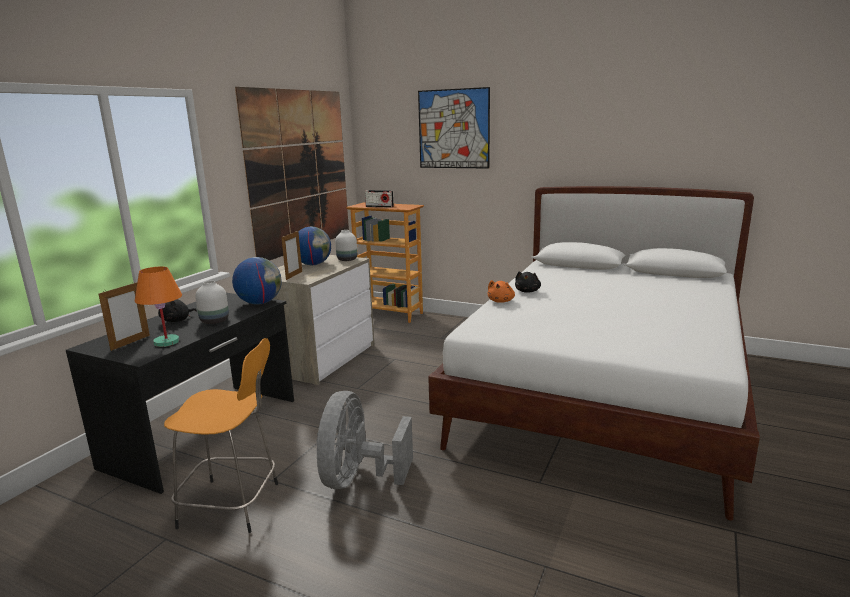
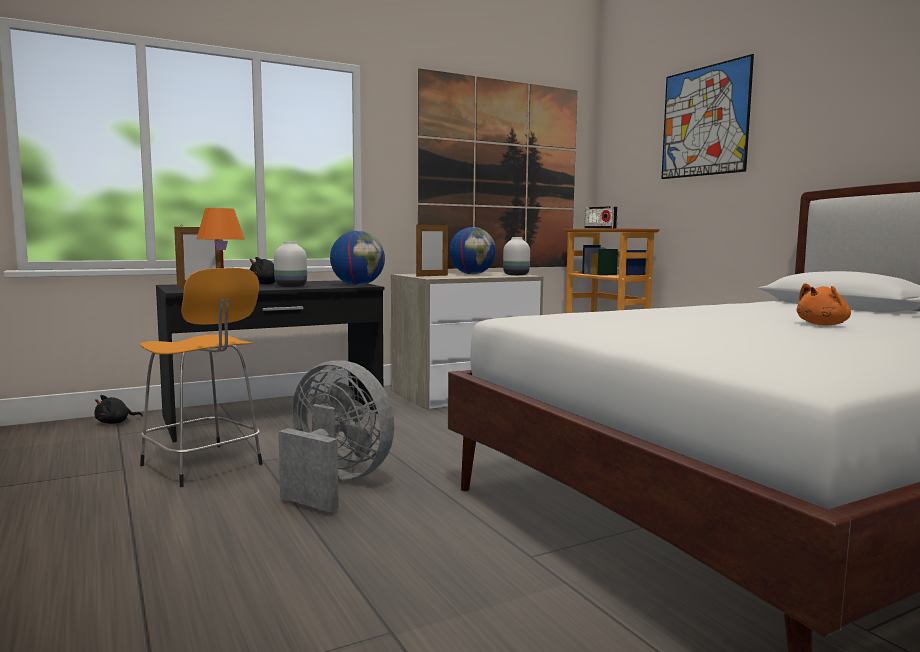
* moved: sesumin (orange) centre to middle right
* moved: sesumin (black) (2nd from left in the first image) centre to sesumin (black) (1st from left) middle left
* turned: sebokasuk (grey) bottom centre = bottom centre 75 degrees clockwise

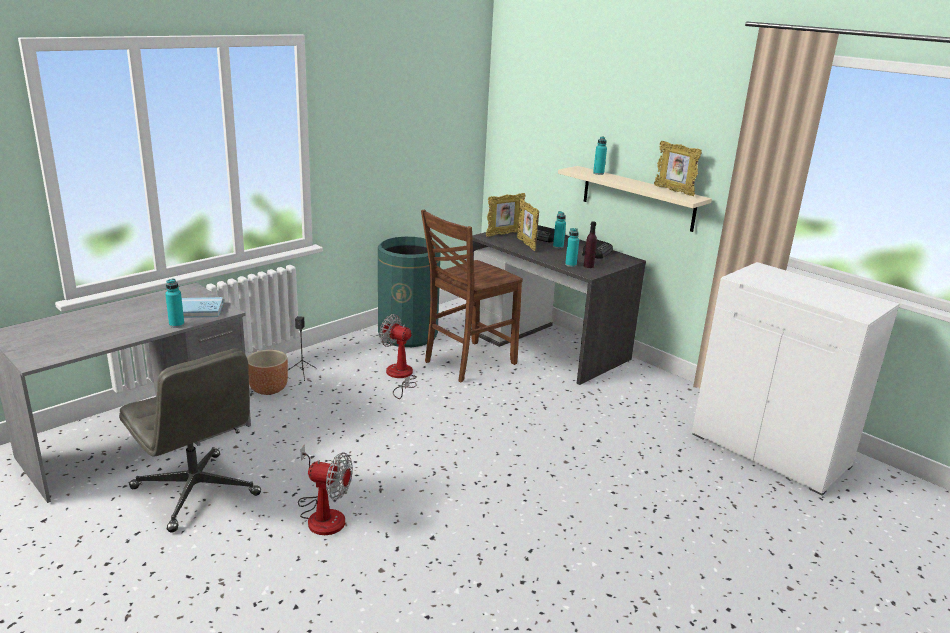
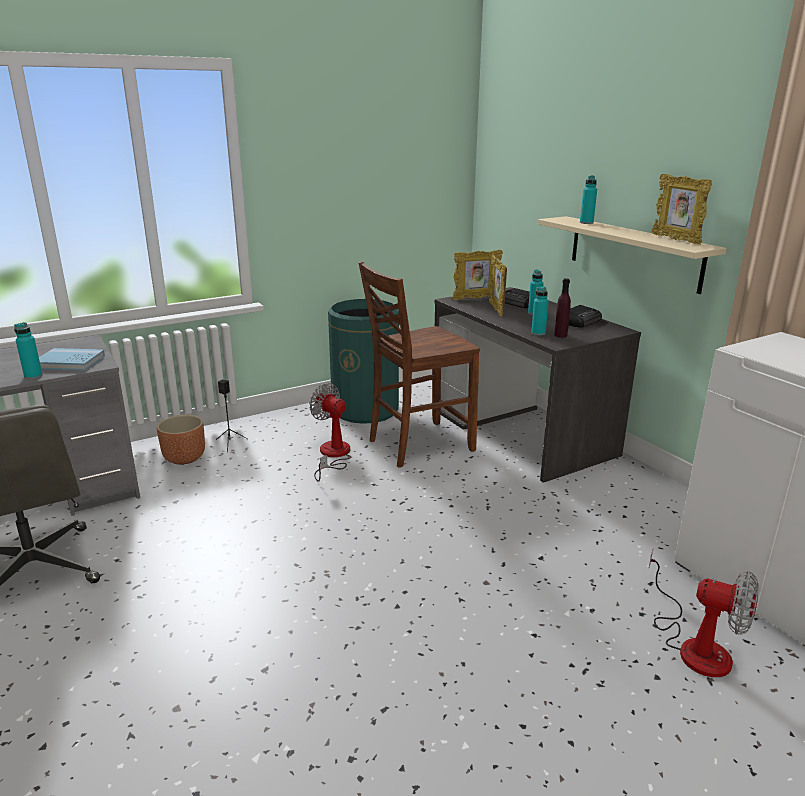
* moved: sebokasuk (1st from left in the first image) bottom centre to sebokasuk (2nd from left) bottom right

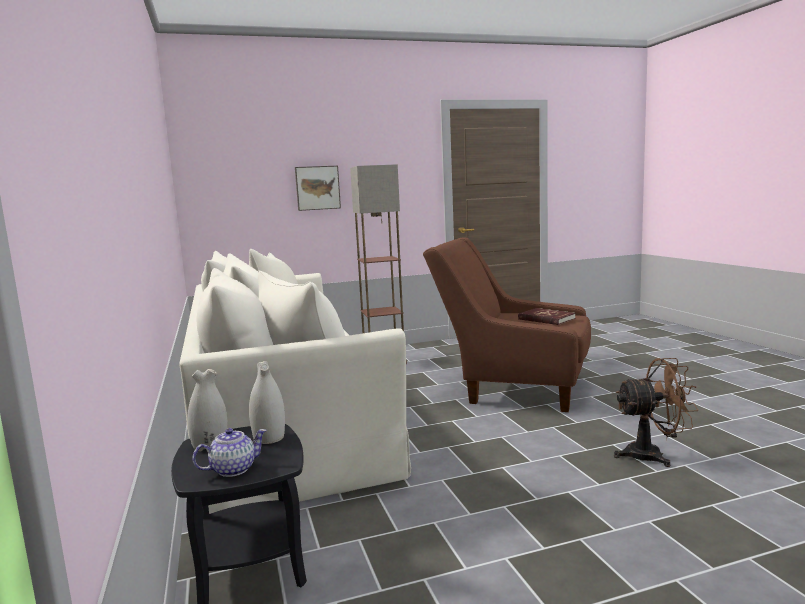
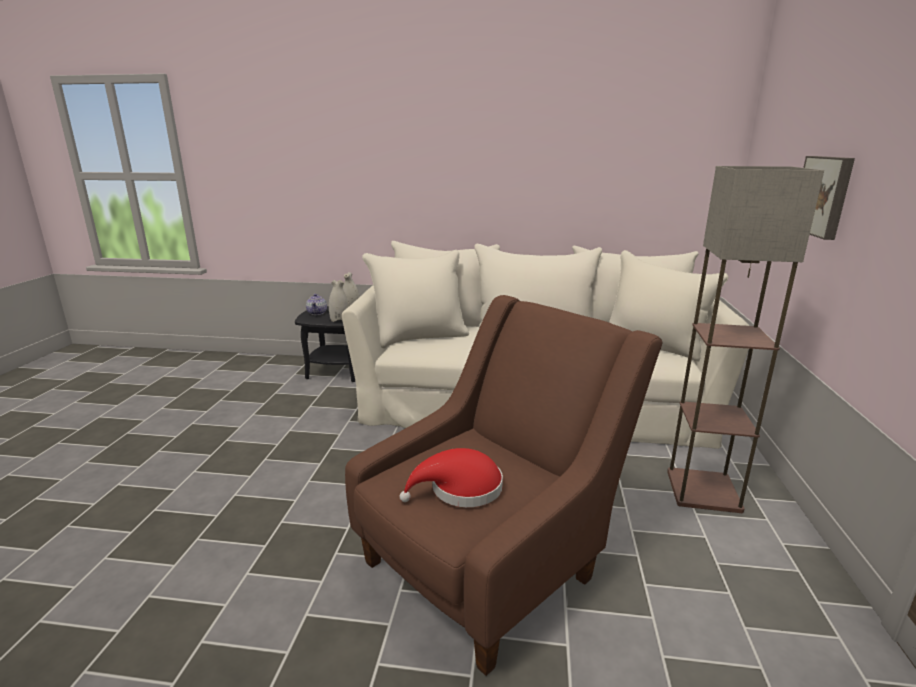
* removed: sebokasuk (brown) bottom right
* replaced: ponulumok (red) middle right to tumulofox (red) bottom centre

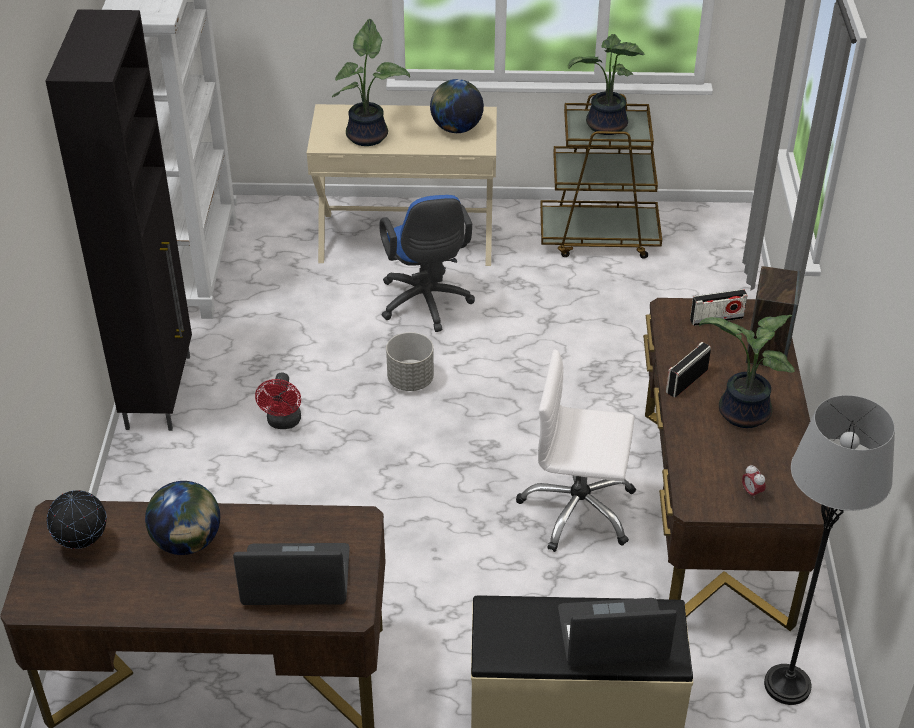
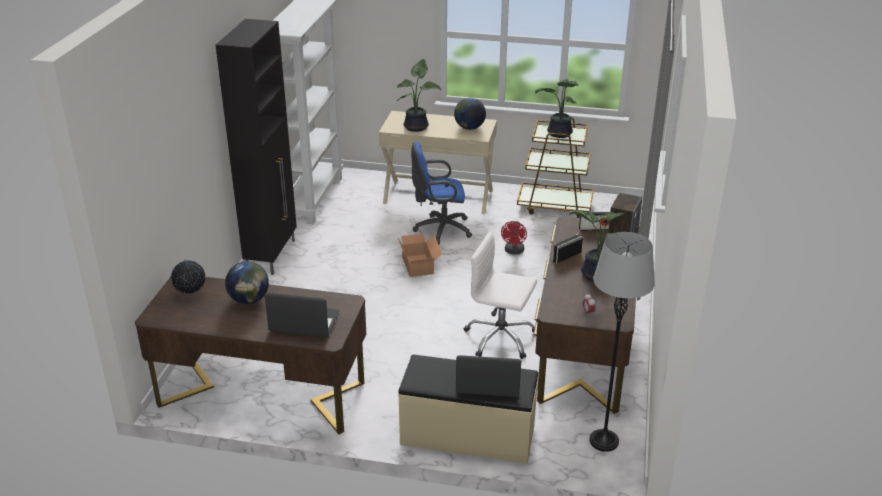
* moved: sebokasuk (red) middle left to centre
* replaced: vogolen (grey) centre to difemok centre
* turned: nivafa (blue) centre = centre 90 degrees clockwise

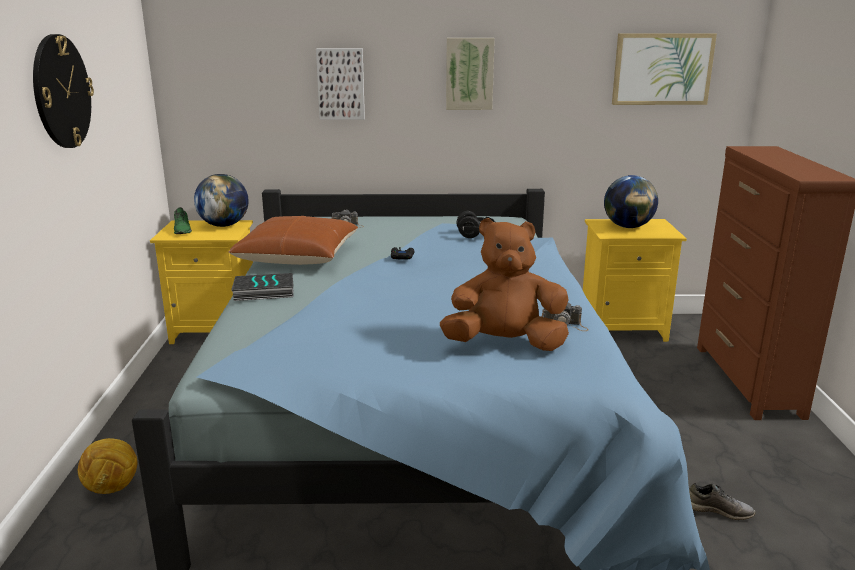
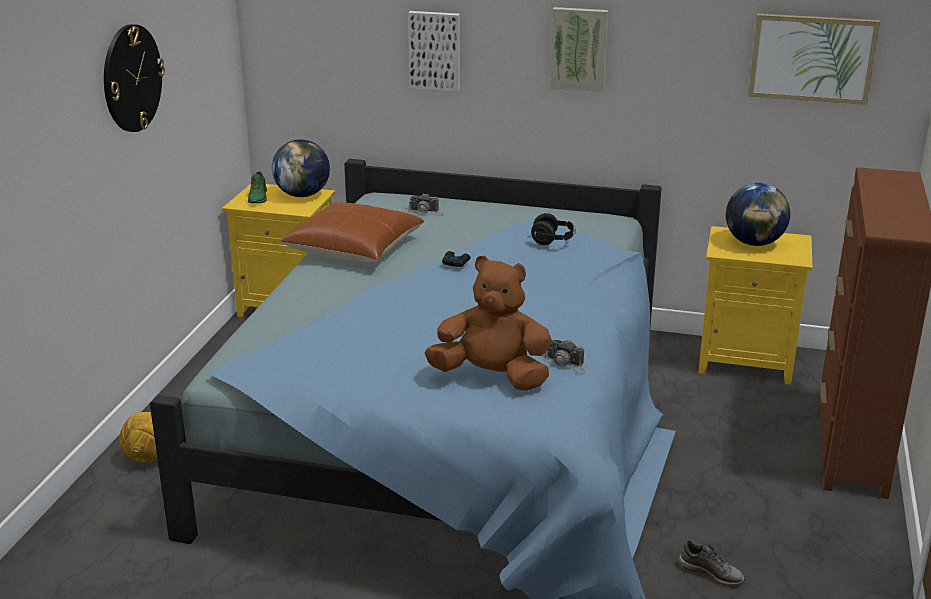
* removed: ponulumok middle left

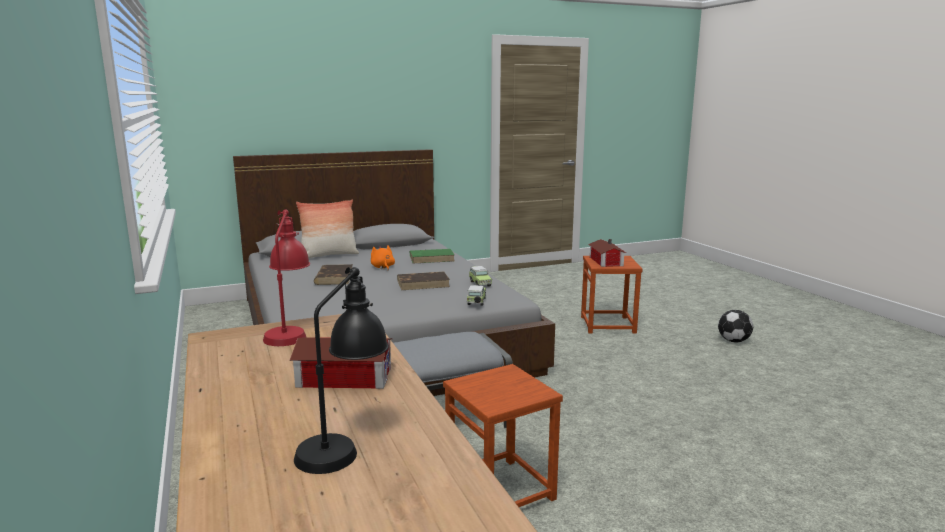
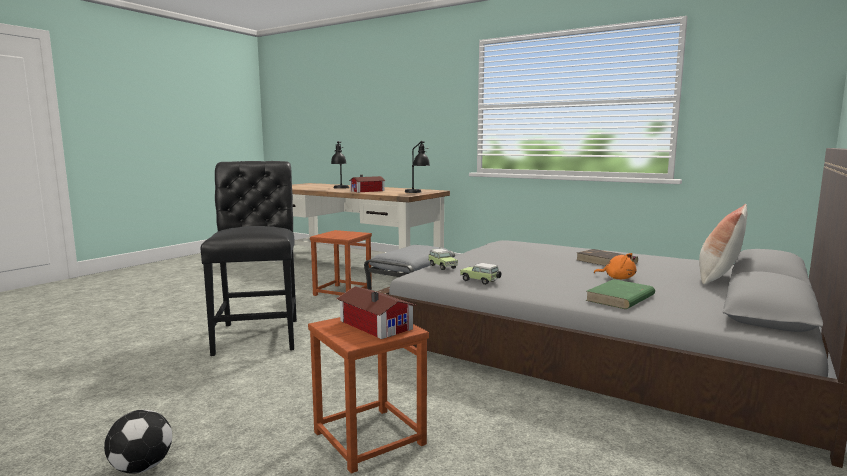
* removed: ponulumok (brown) (2nd from left) centre
* added: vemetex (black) middle left
* recoloured: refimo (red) middle left to refimo (black) (2nd from left) centre

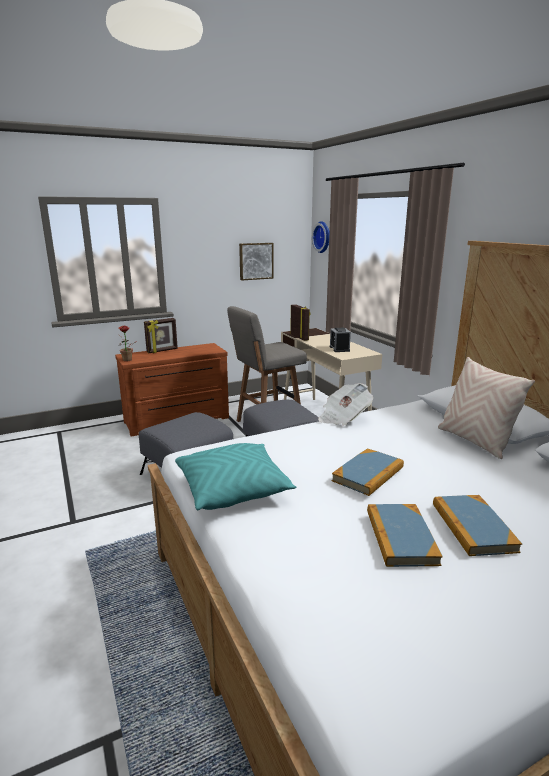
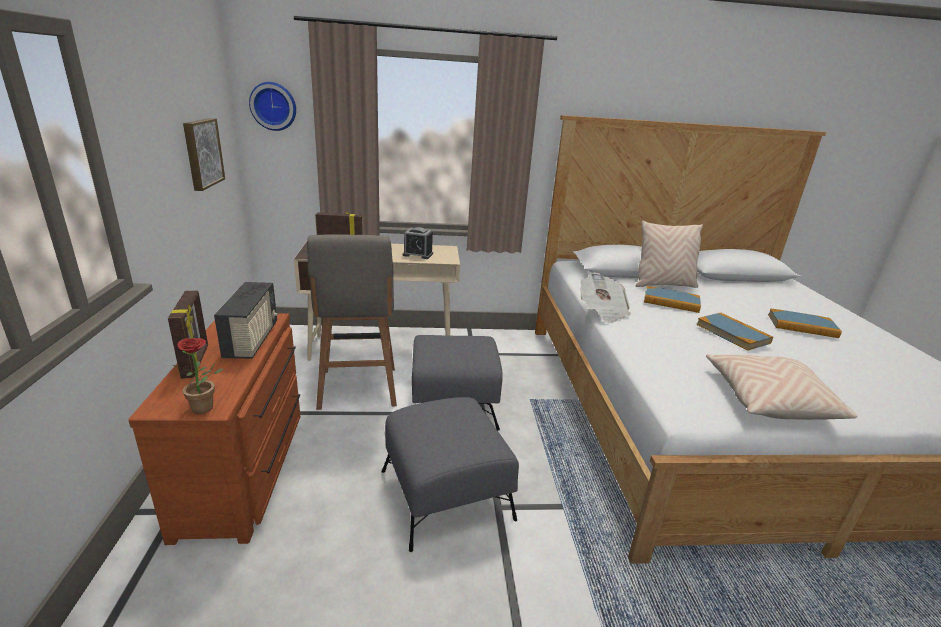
* added: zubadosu middle left
* moved: ponulumok (2nd from left in the first image) bottom right to ponulumok (1st from left) middle right
* recoloured: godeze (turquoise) centre to godeze (beige) (2nd from left) middle right

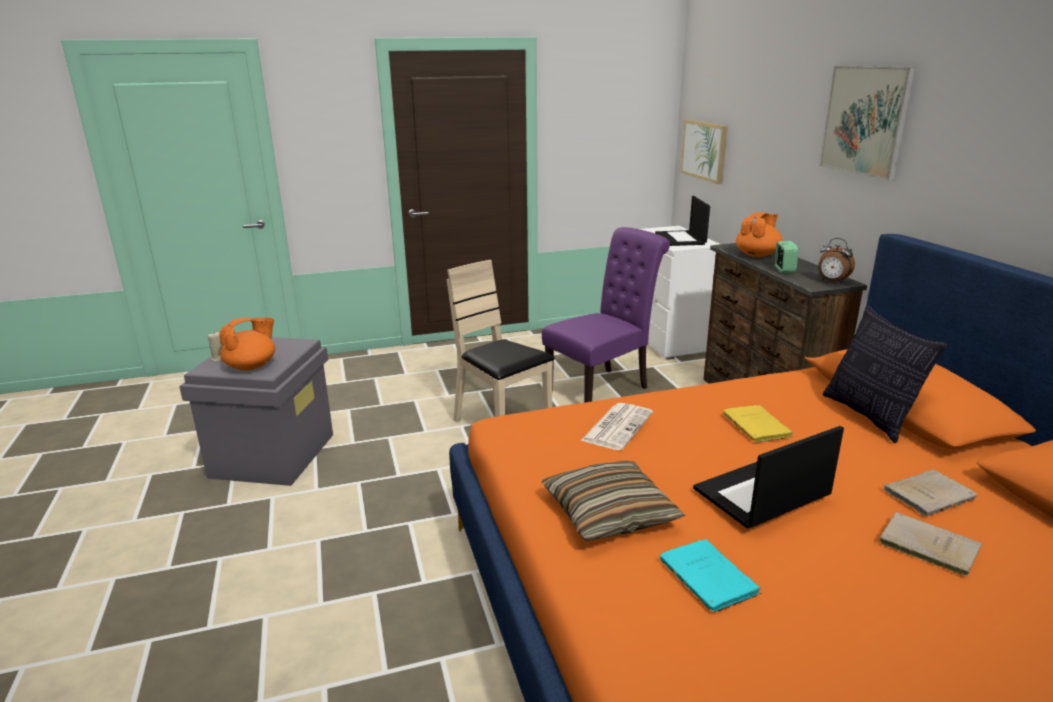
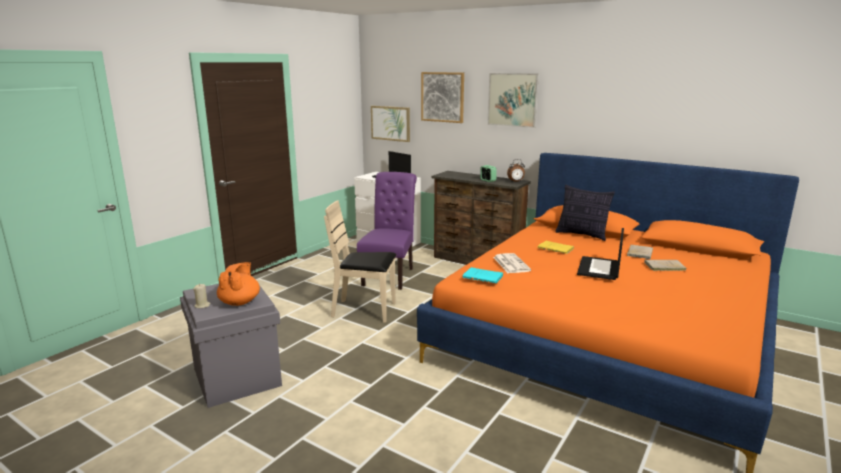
* removed: godeze (1st from left) bottom centre
* removed: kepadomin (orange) (2nd from left) middle right
* added: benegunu (2nd from left) top centre
* moved: ponulumok (turquoise) bottom right to centre

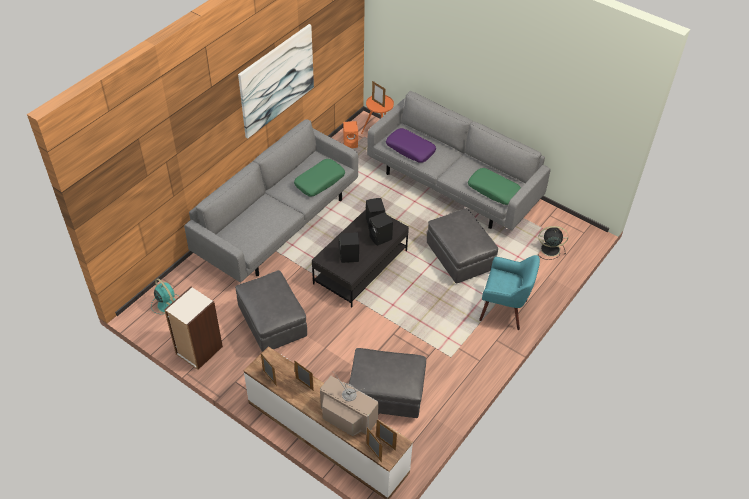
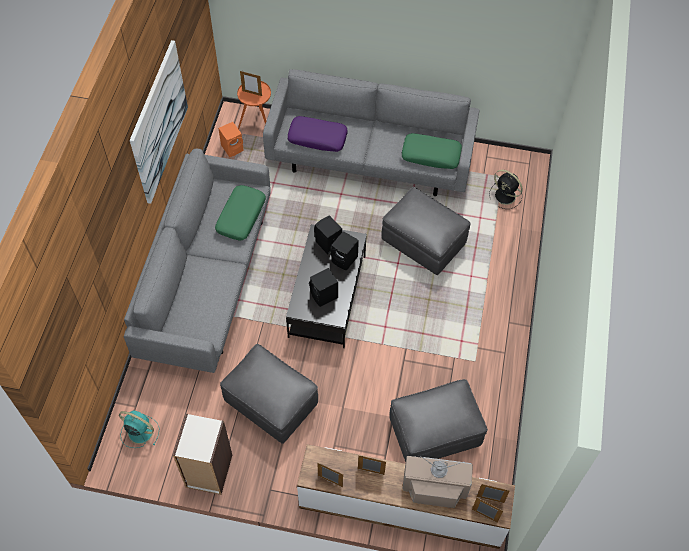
* removed: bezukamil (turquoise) middle right
* turned: sebokasuk (black) middle right = middle right 120 degrees counterclockwise

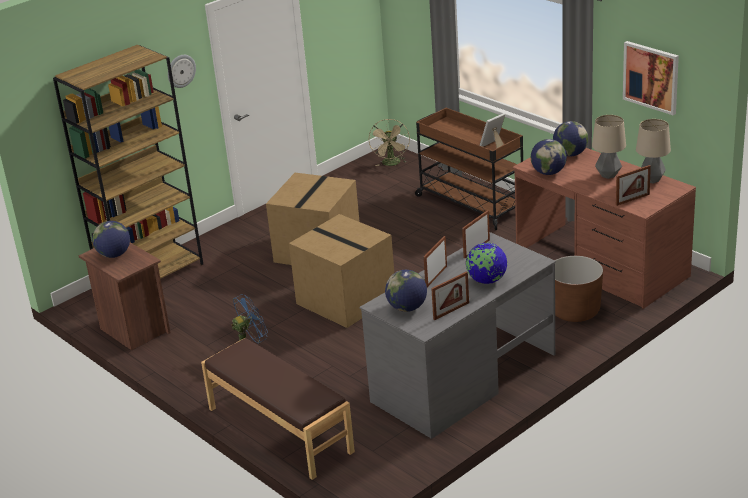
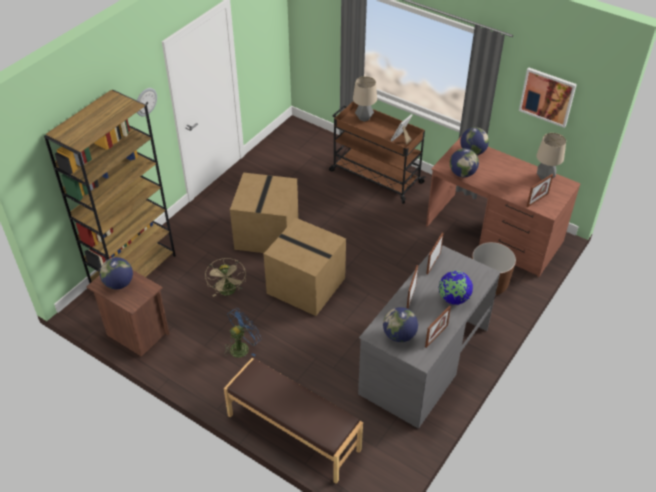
* moved: sebokasuk (beige) top centre to centre
* moved: refimo (1st from left) top right to top centre

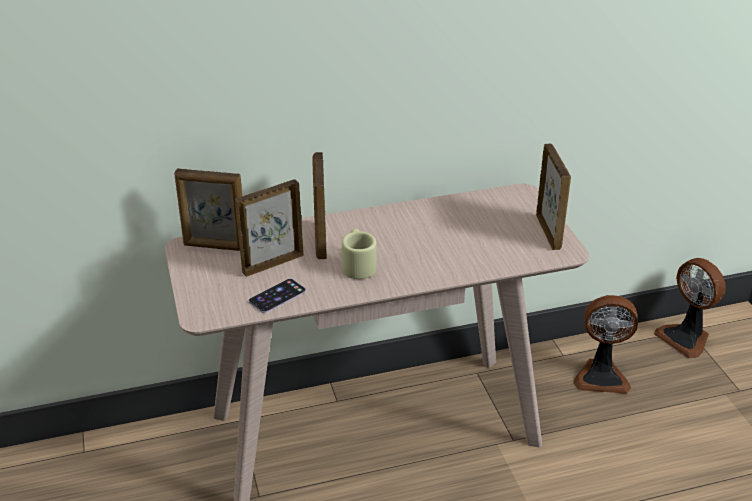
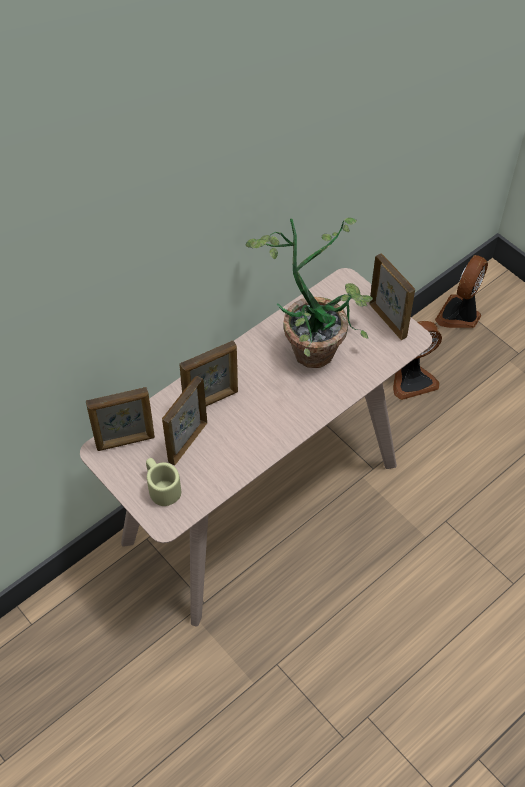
* removed: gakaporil centre
* added: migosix centre
* moved: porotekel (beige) centre to middle left
* turned: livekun (3rd from left) centre = centre 90 degrees counterclockwise
* turned: sebokasuk (2nd from left) middle right = middle right 90 degrees clockwise

